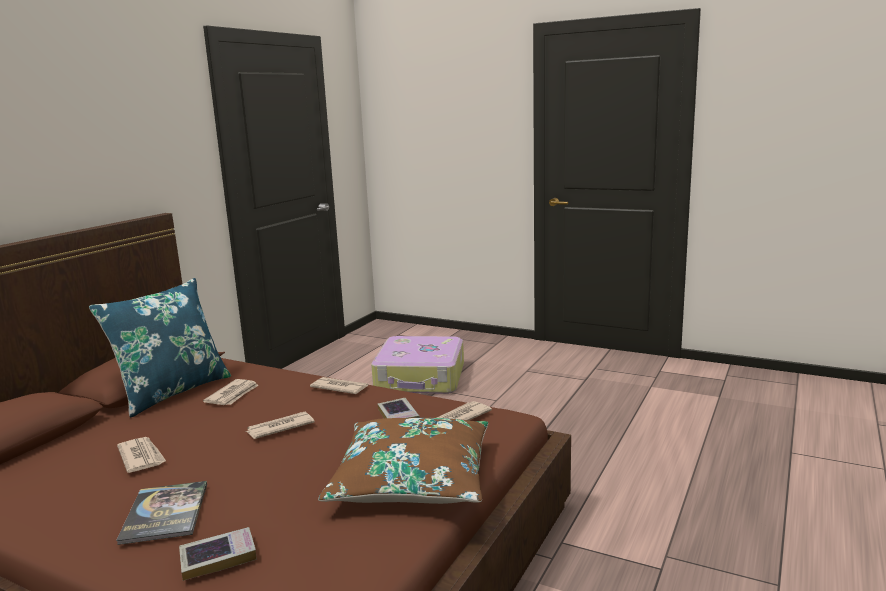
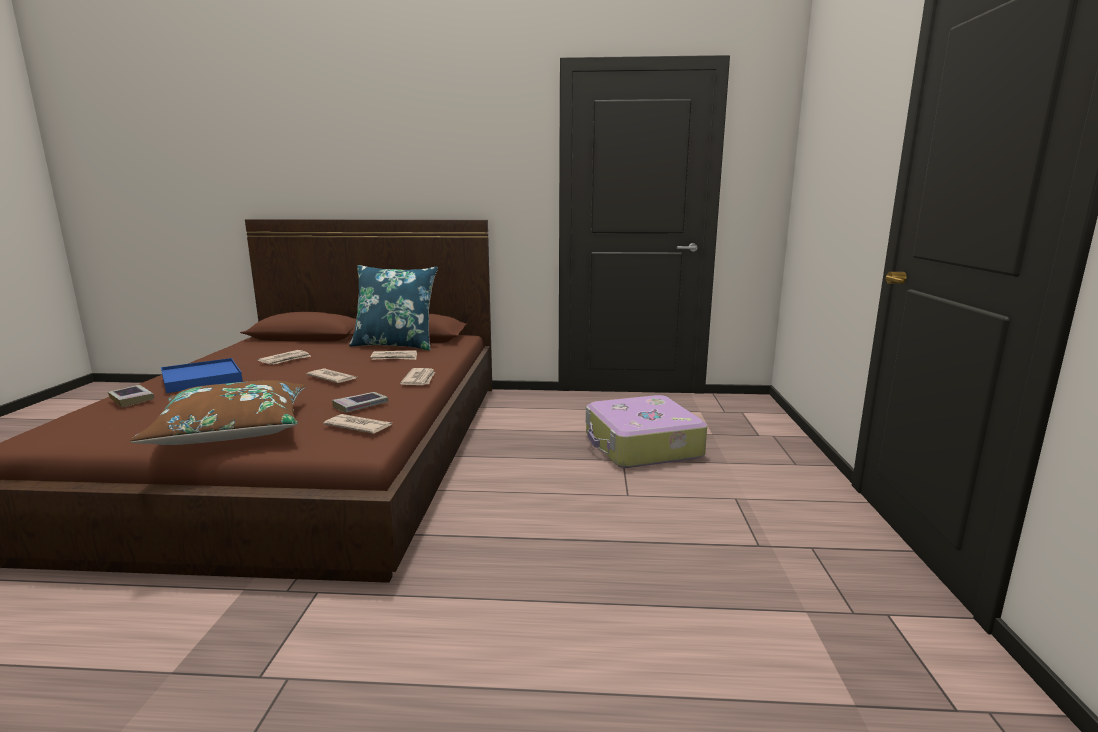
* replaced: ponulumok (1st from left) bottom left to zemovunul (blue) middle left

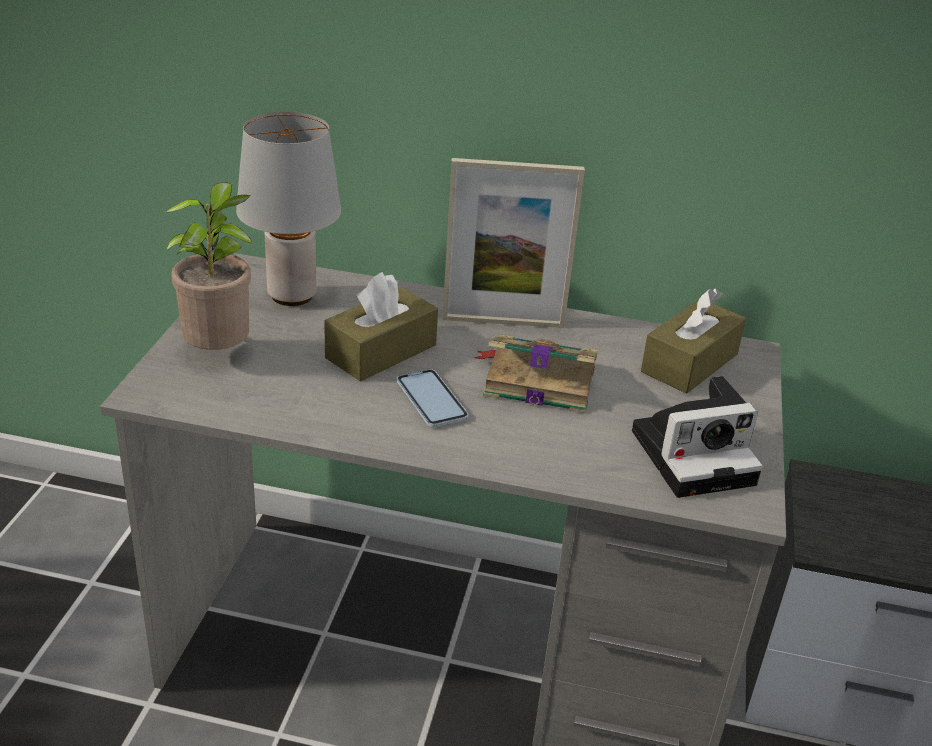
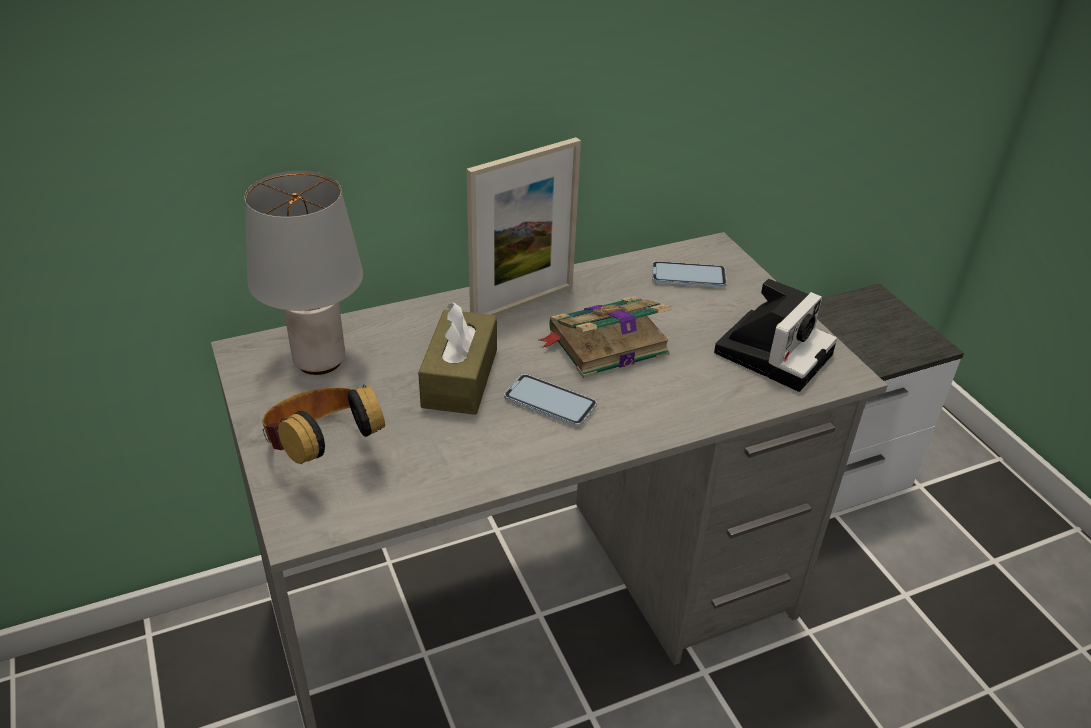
* replaced: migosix middle left to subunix middle left
* replaced: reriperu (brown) (2nd from left) middle right to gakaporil (2nd from left) centre

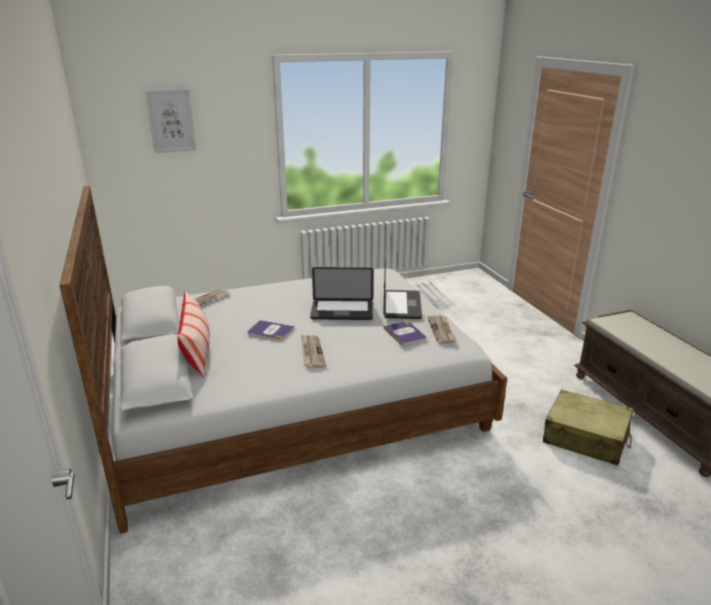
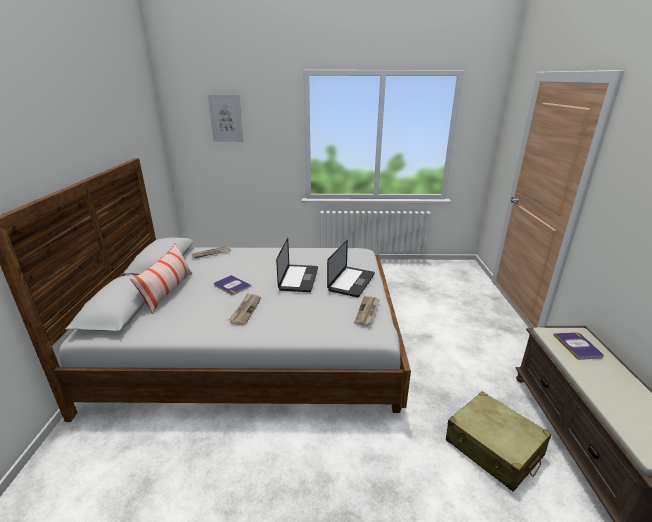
* moved: ponulumok (2nd from left) centre to middle right
* turned: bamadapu (1st from left) centre = centre 105 degrees counterclockwise

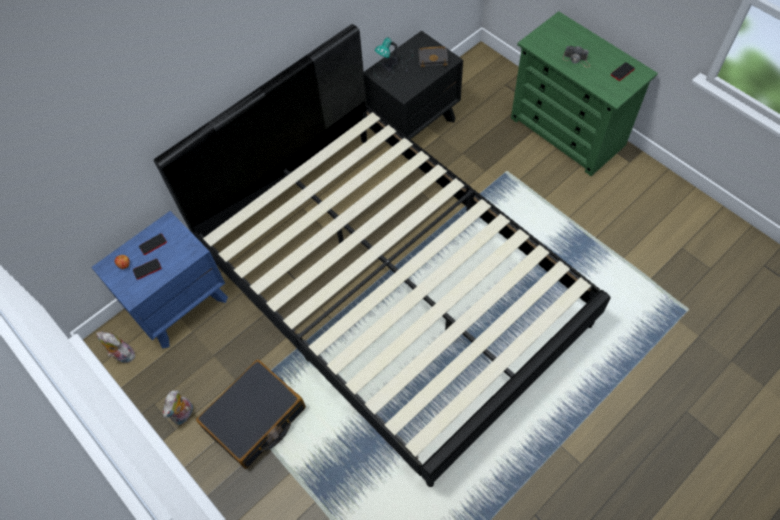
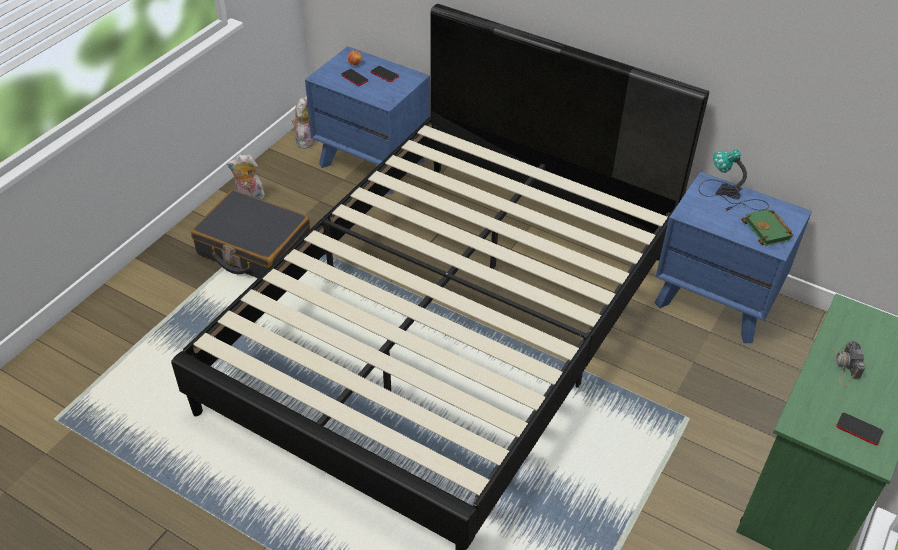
* recoloured: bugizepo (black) top centre to bugizepo (blue) (2nd from left) middle right
* recoloured: ponulumok (black) top centre to ponulumok (green) middle right

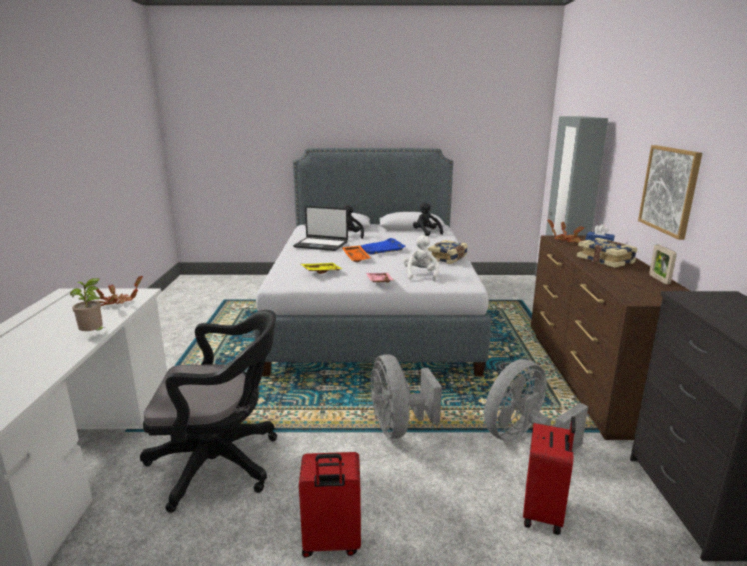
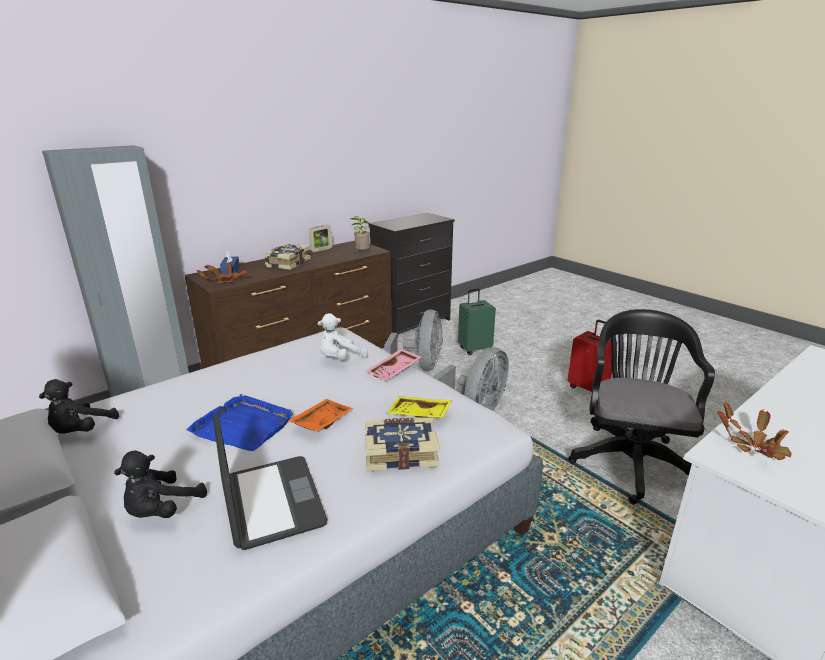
* removed: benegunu middle right
* moved: migosix (1st from left in the first image) middle left to migosix (2nd from left) centre
* moved: ponulumok (1st from left in the first image) centre to ponulumok (2nd from left) bottom centre
* recoloured: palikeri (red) (2nd from left) bottom right to palikeri (green) centre
* turned: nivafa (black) bottom left = middle right 60 degrees clockwise
* turned: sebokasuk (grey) (2nd from left in the first image) bottom right = centre 90 degrees counterclockwise

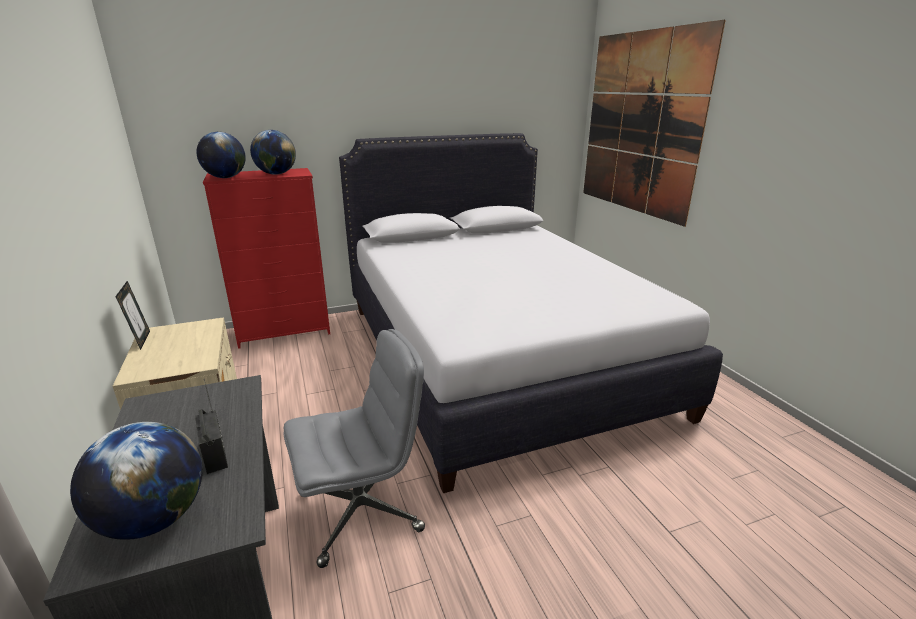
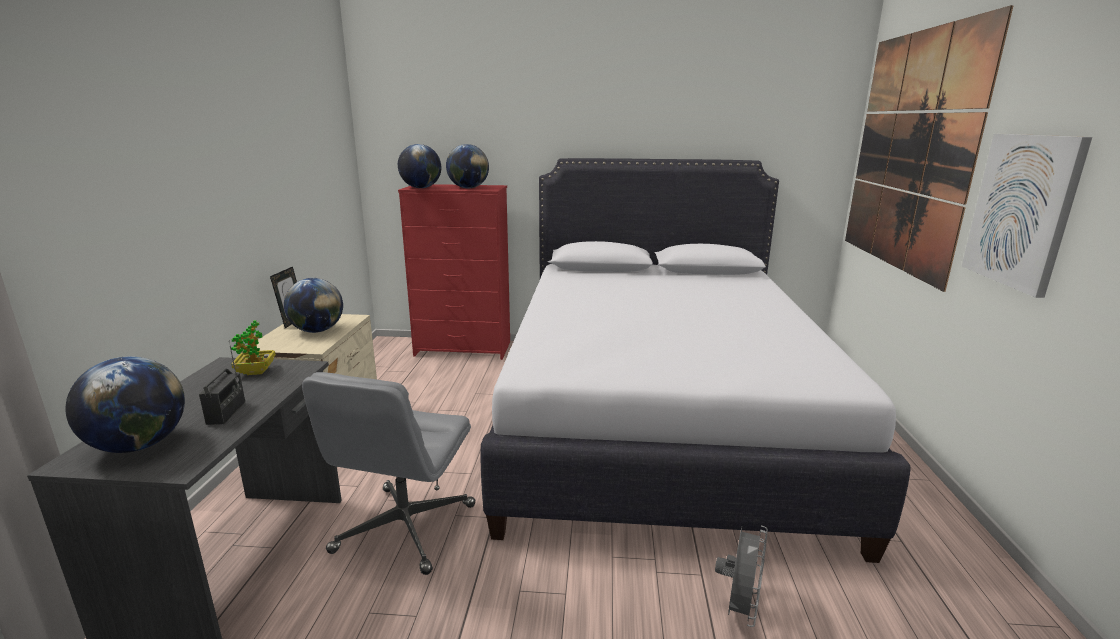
* added: migosix middle left
* added: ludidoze (2nd from left) middle left
* added: sebokasuk (grey) bottom centre
* added: benegunu (2nd from left) middle right
* turned: nivafa (grey) bottom centre = bottom centre 105 degrees clockwise

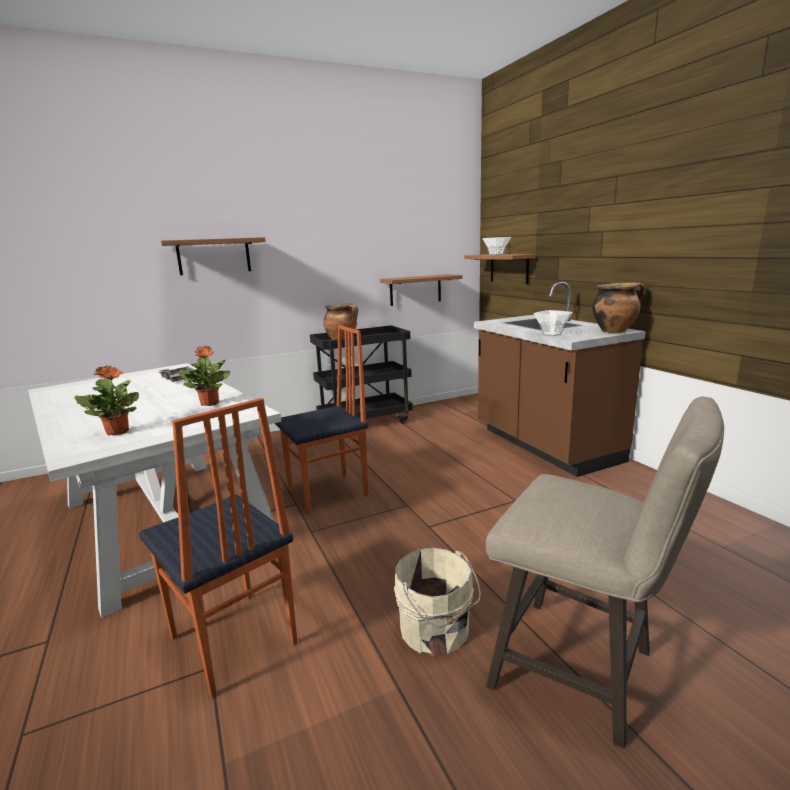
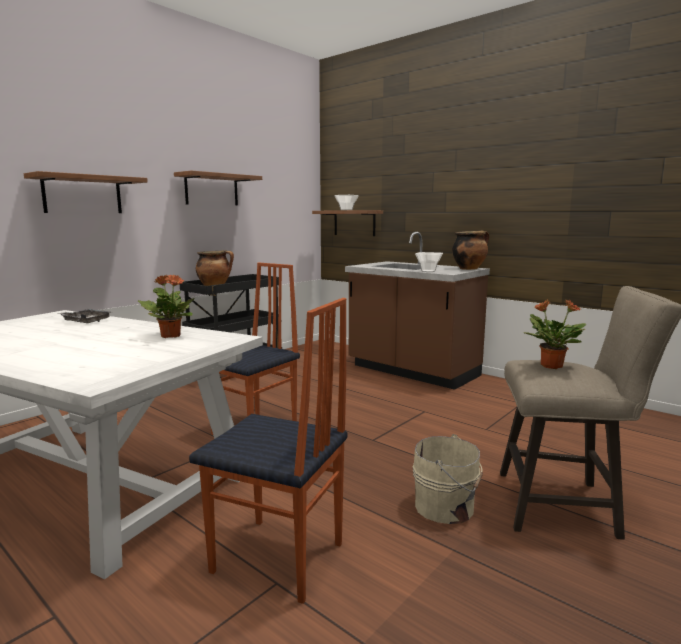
* moved: migosix (1st from left in the first image) middle left to migosix (2nd from left) middle right
* moved: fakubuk (2nd from left) centre to top left

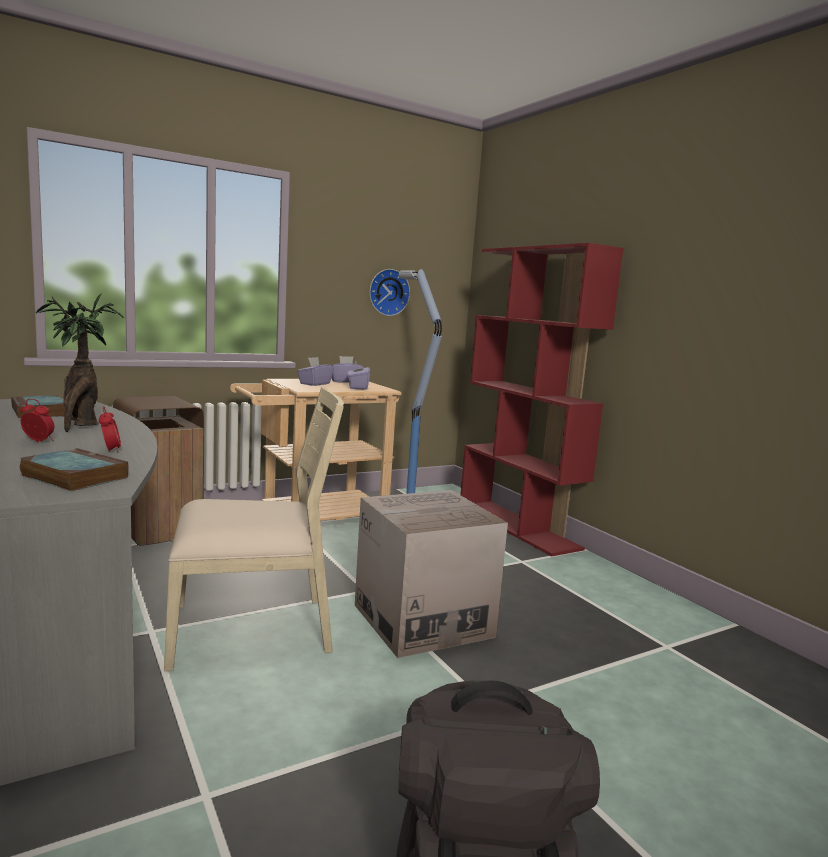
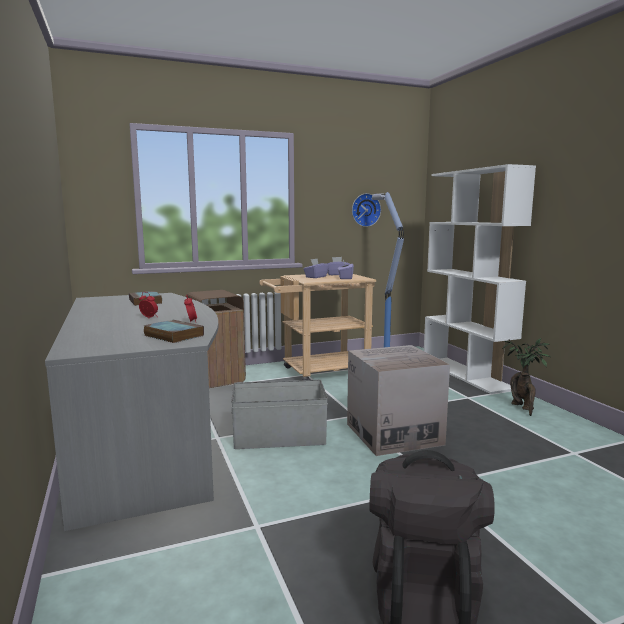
* moved: migosix middle left to middle right
* replaced: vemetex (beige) middle left to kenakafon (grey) centre
* recoloured: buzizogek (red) centre to buzizogek (white) middle right

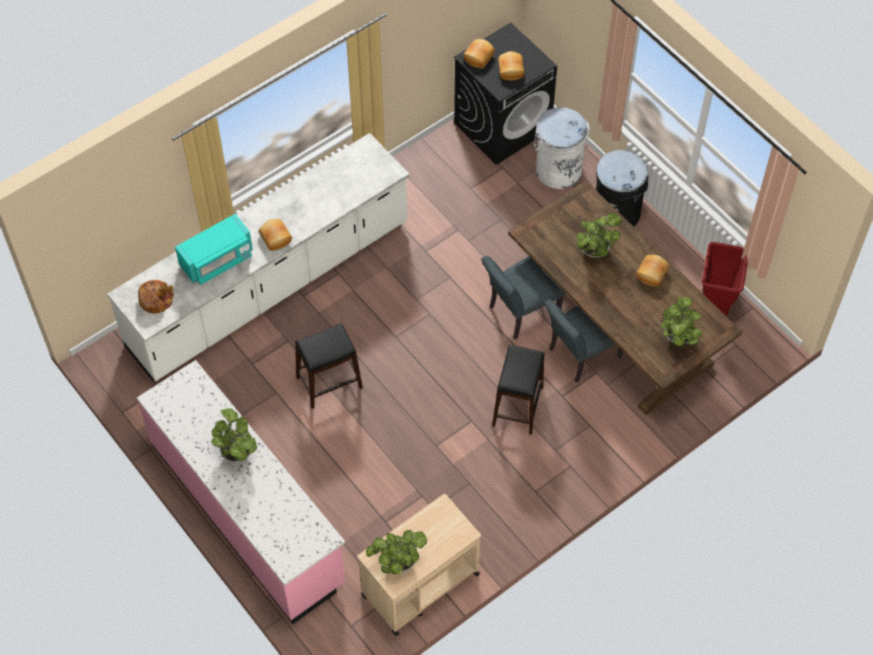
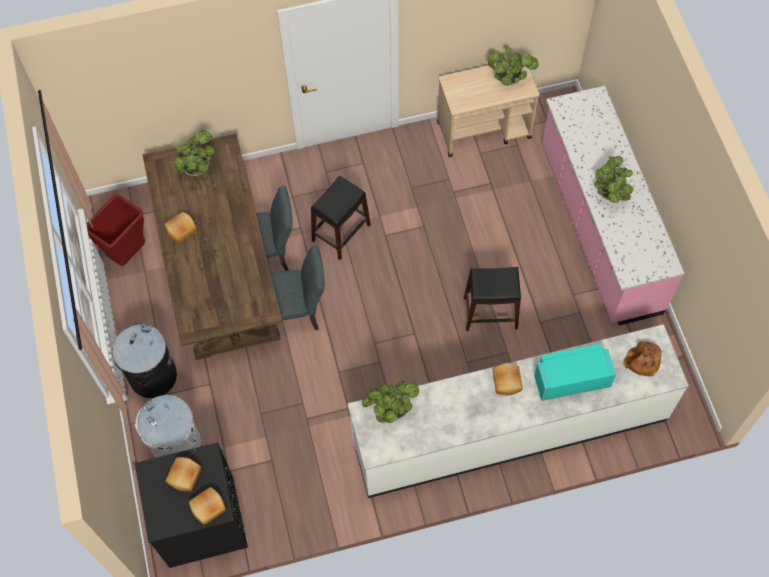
* moved: migosix (3rd from left in the first image) middle right to migosix (2nd from left) bottom centre

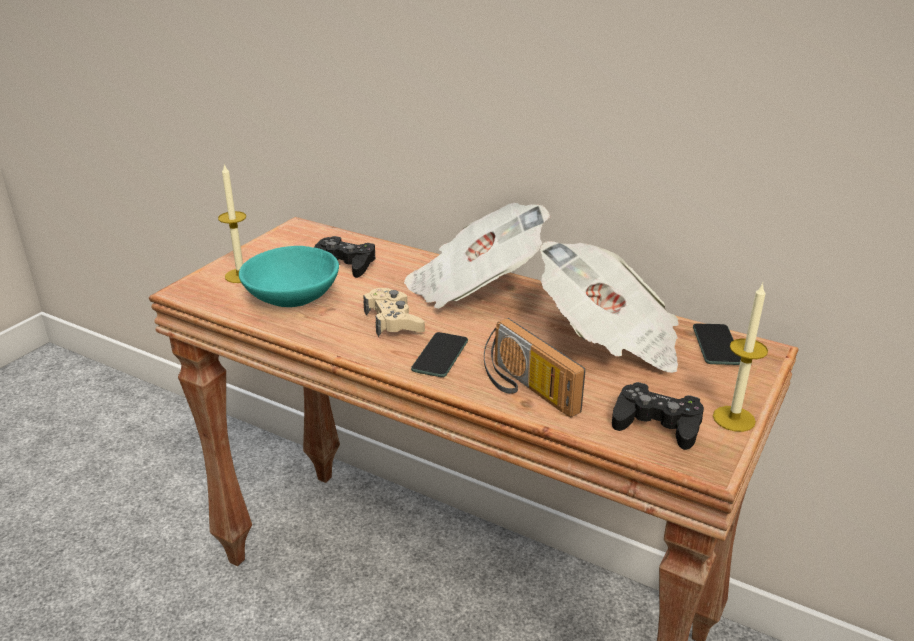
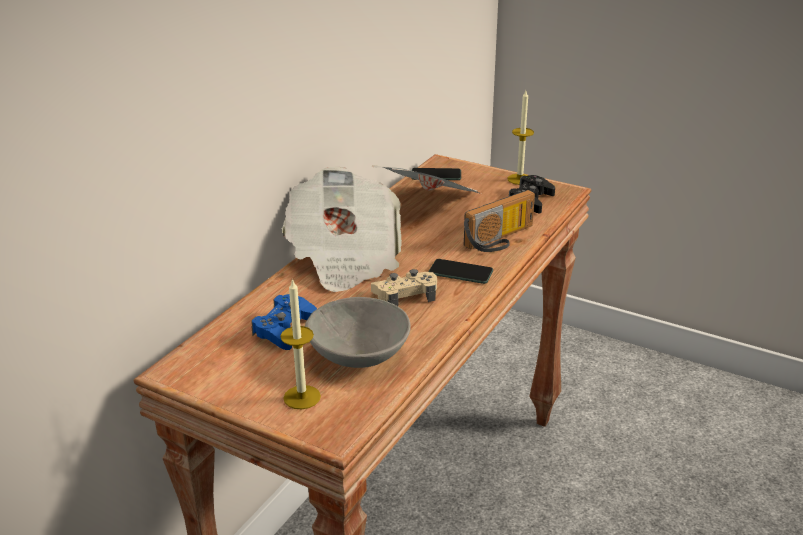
* recoloured: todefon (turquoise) middle left to todefon (grey) centre
* recoloured: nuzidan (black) (1st from left) centre to nuzidan (blue) centre

